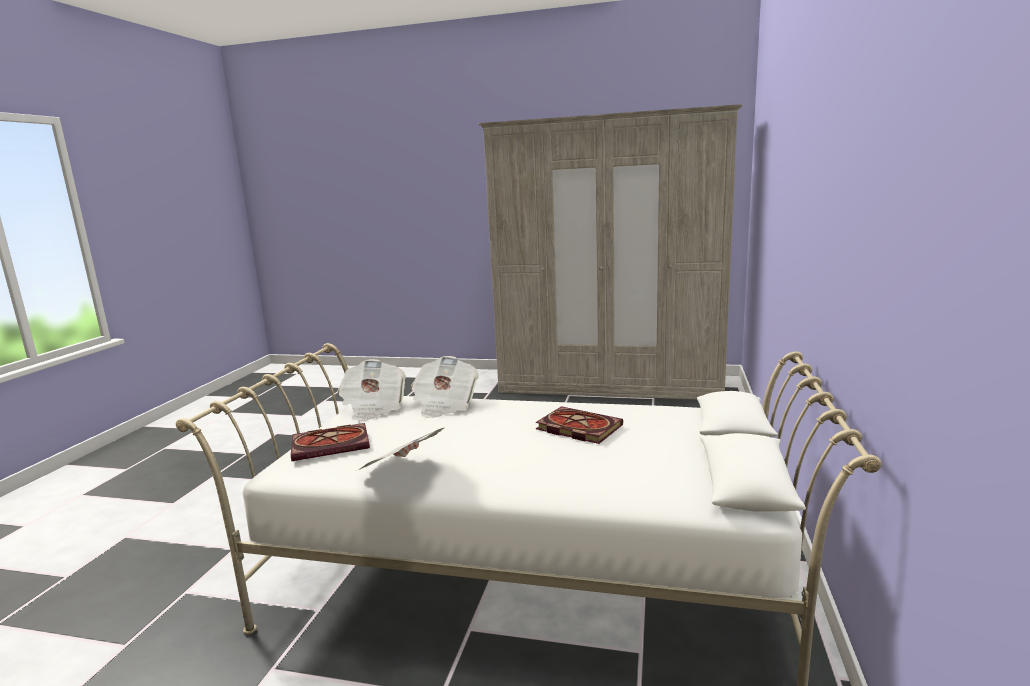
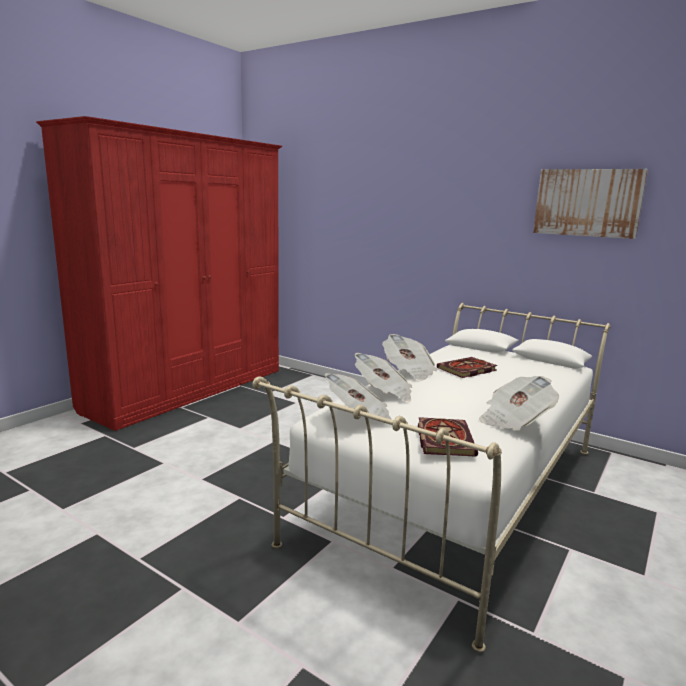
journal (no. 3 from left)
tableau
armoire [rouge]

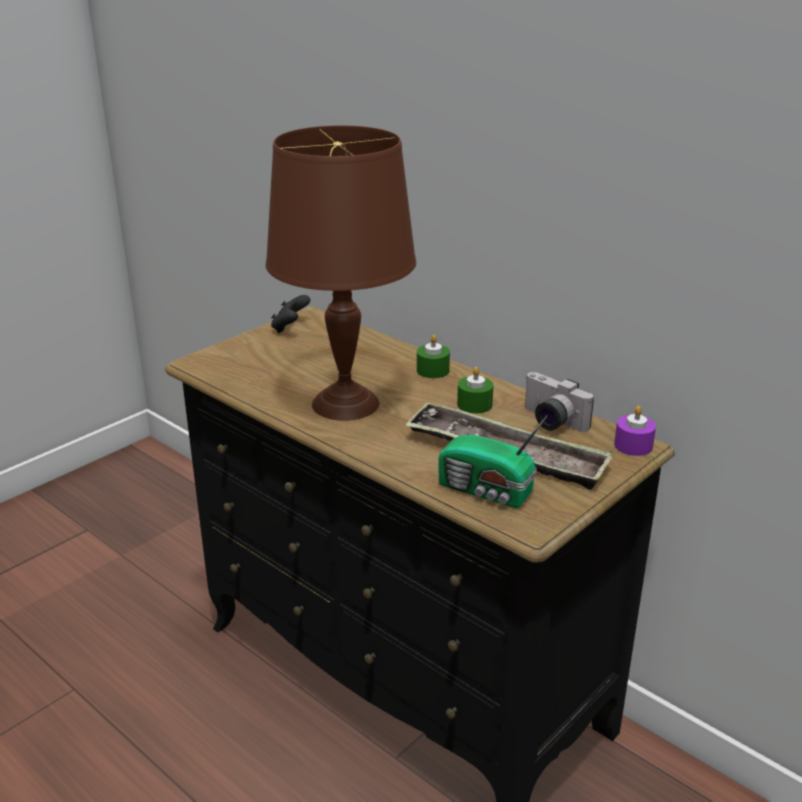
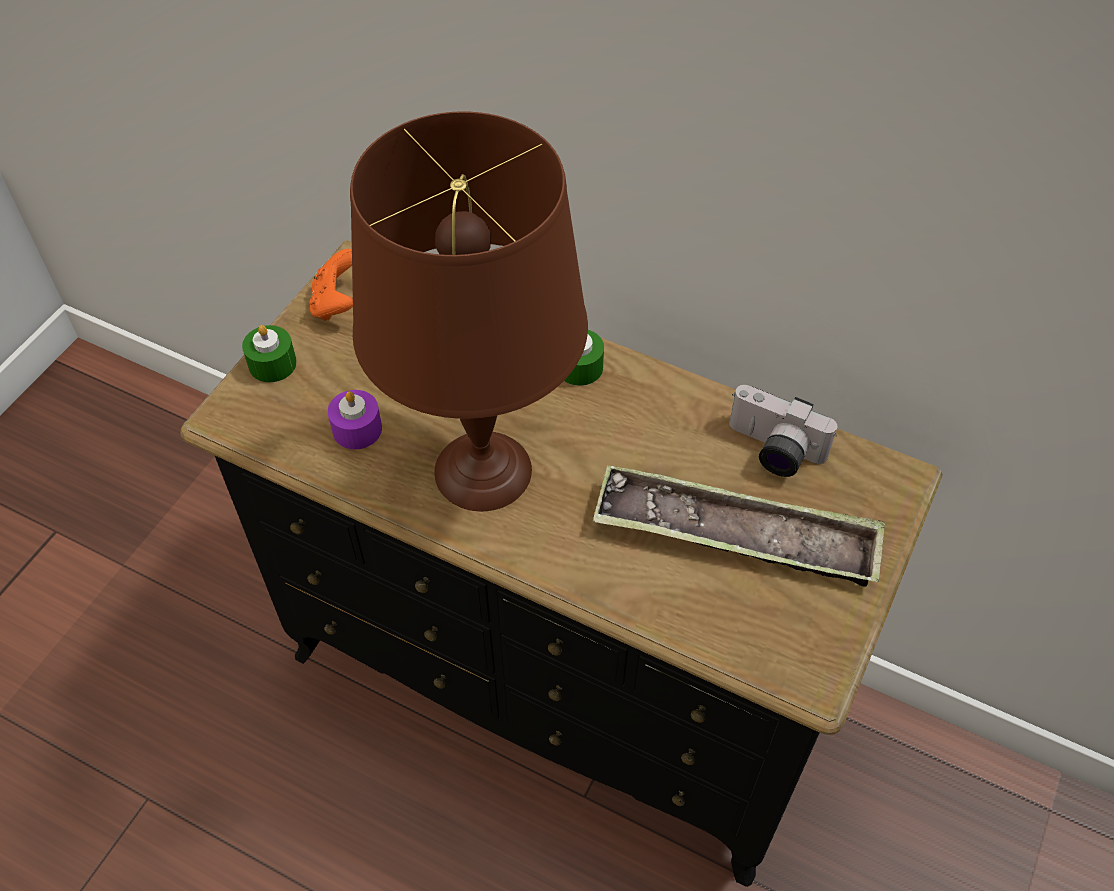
radio
bougie [vert] (no. 1 from left)
bougie [violet]
manette [orange]

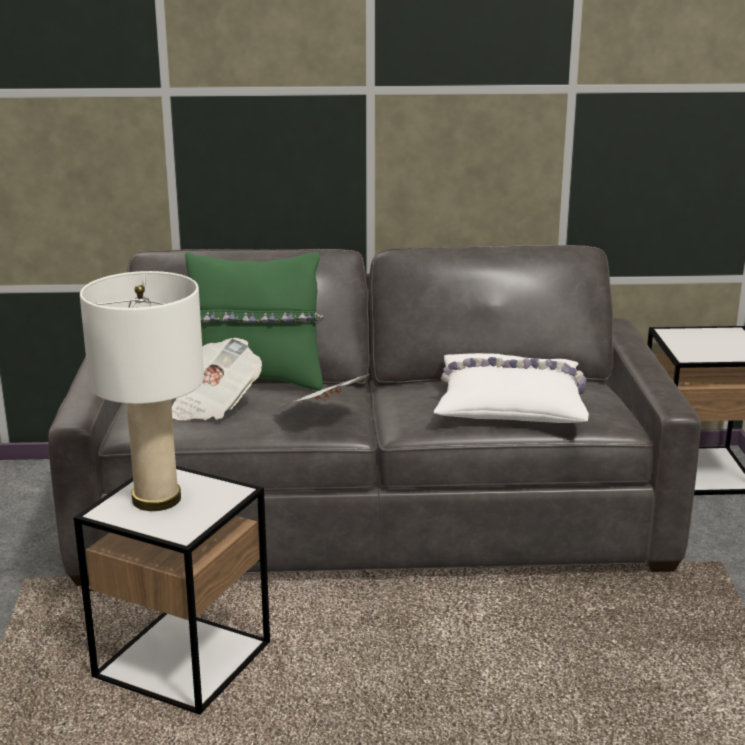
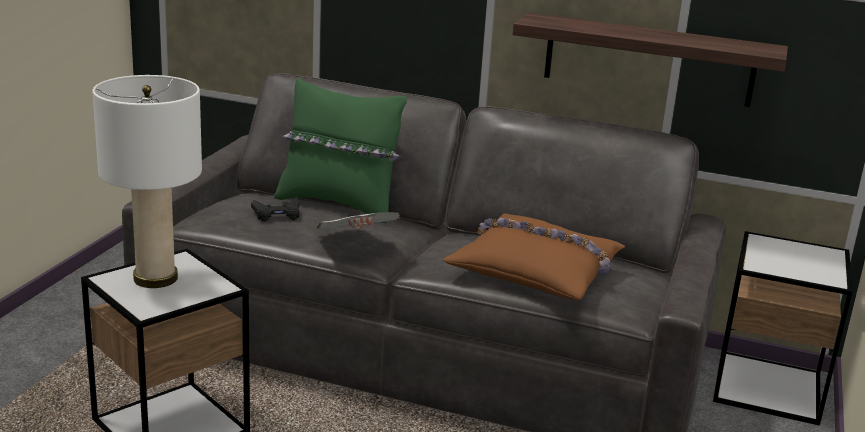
étagère
manette [noir]
coussin [marron]

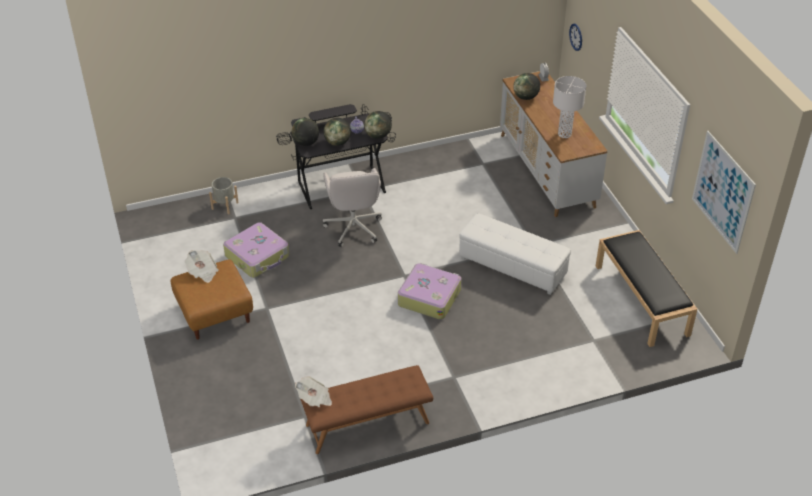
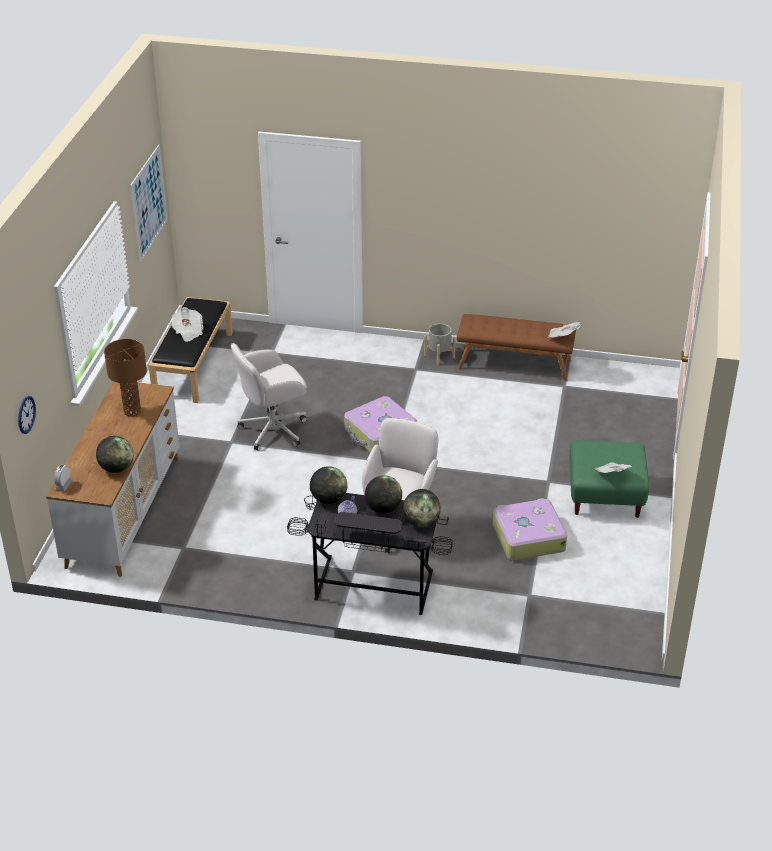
journal (no. 1 from left)
cache-pot [gris]
chaise de bureau [blanc] (no. 1 from left)
pouf [vert]
lampe de table [marron]

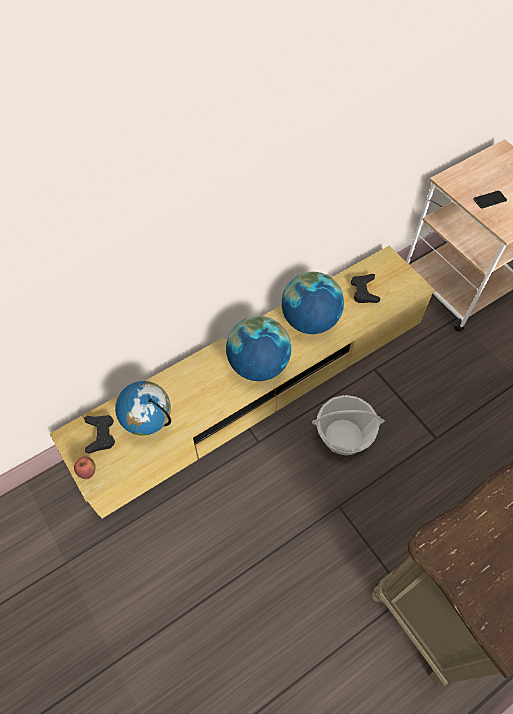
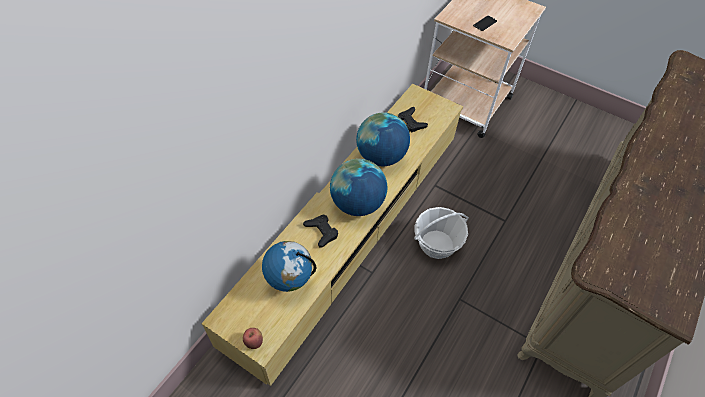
manette [noir] (no. 1 from left)

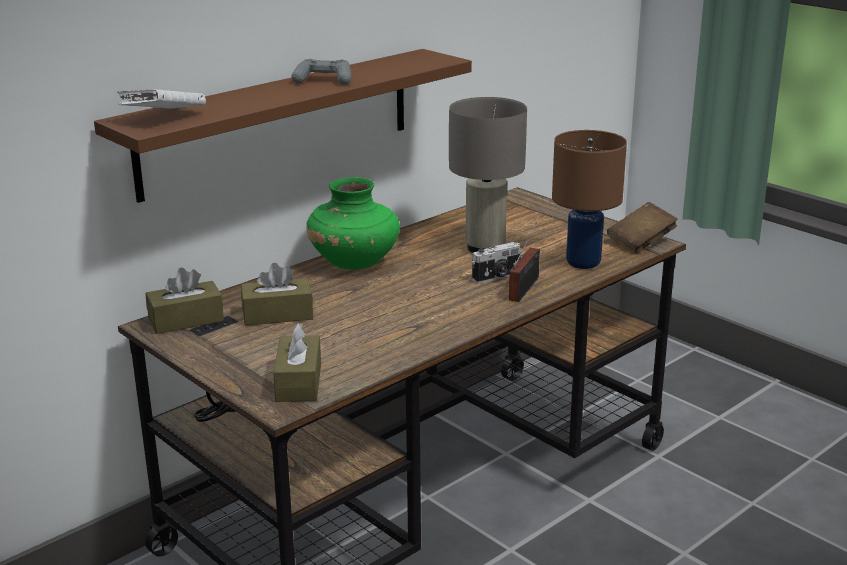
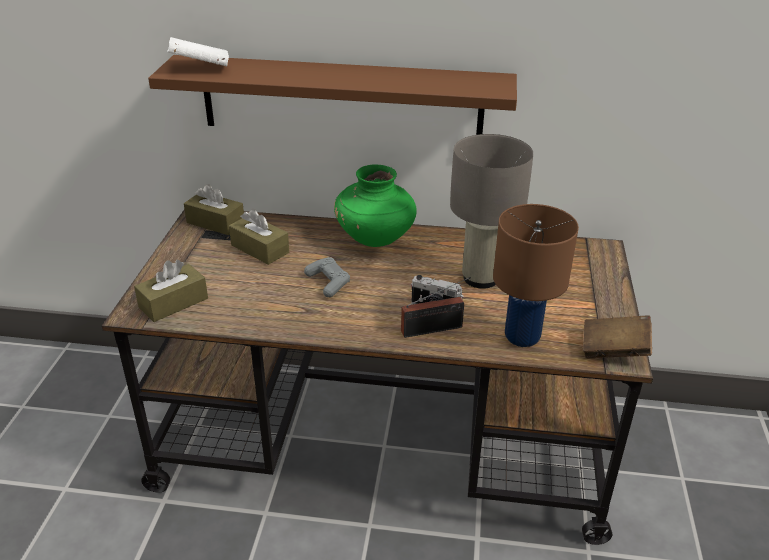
manette [gris]

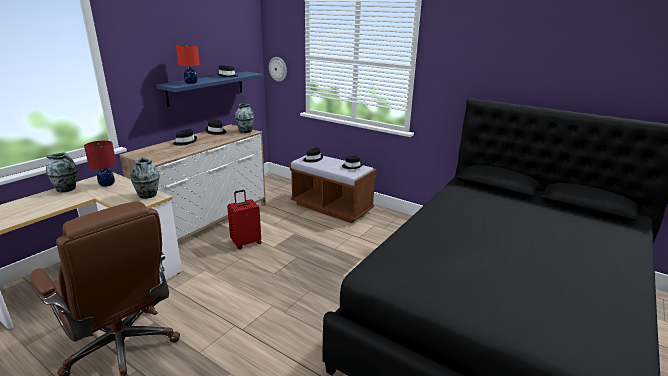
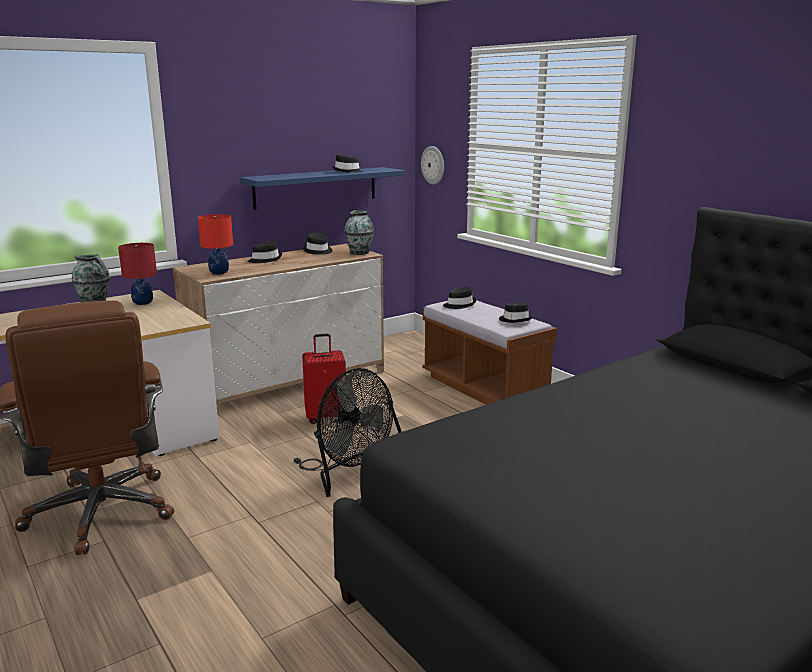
vase (no. 2 from left in the first image)
ventilateur [noir]
lampe de table [rouge] (no. 2 from left)

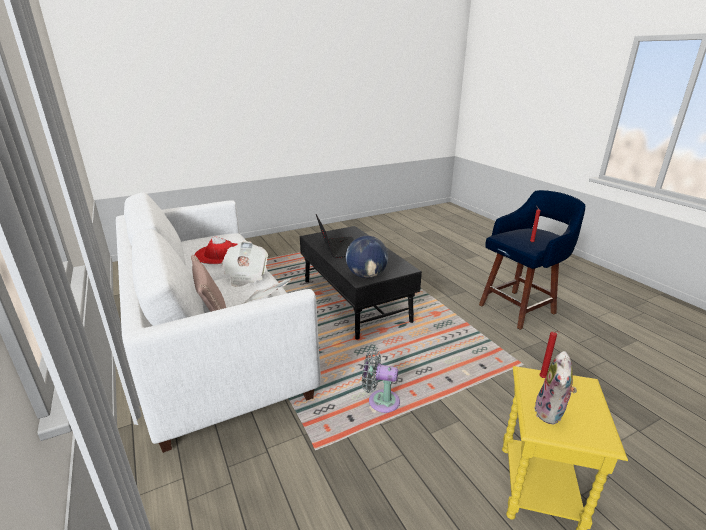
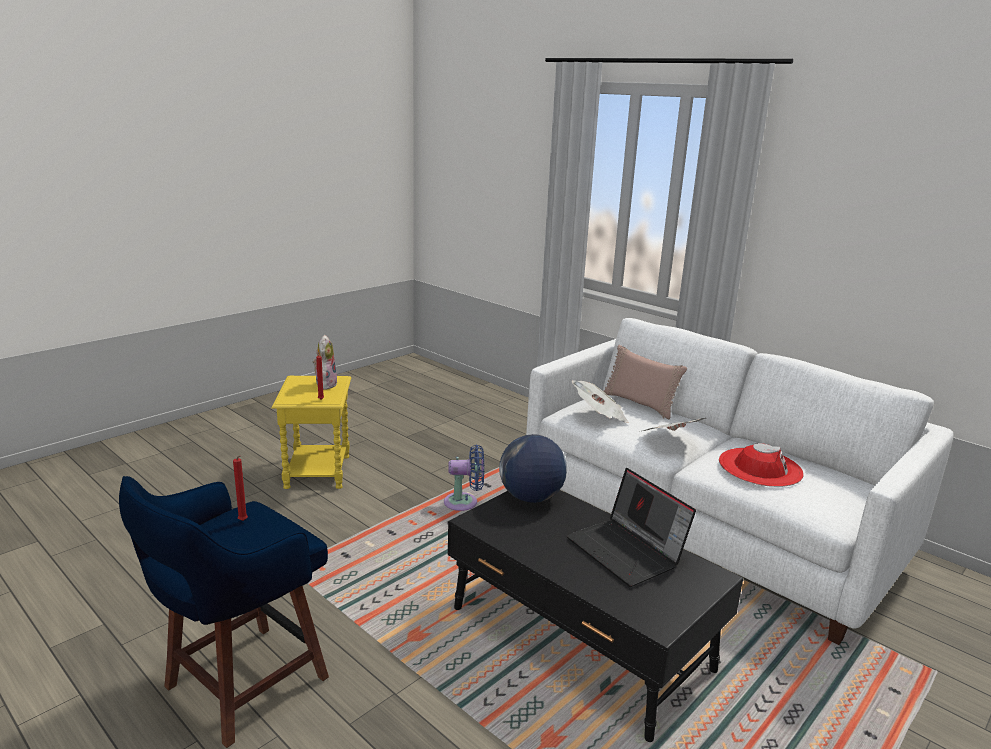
ventilateur [bleu]

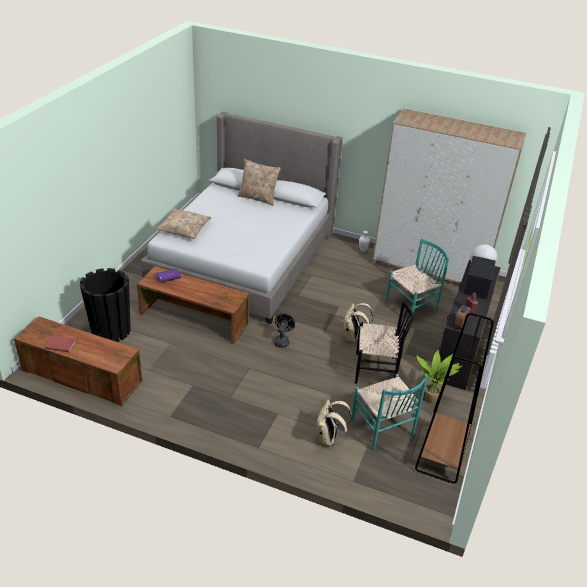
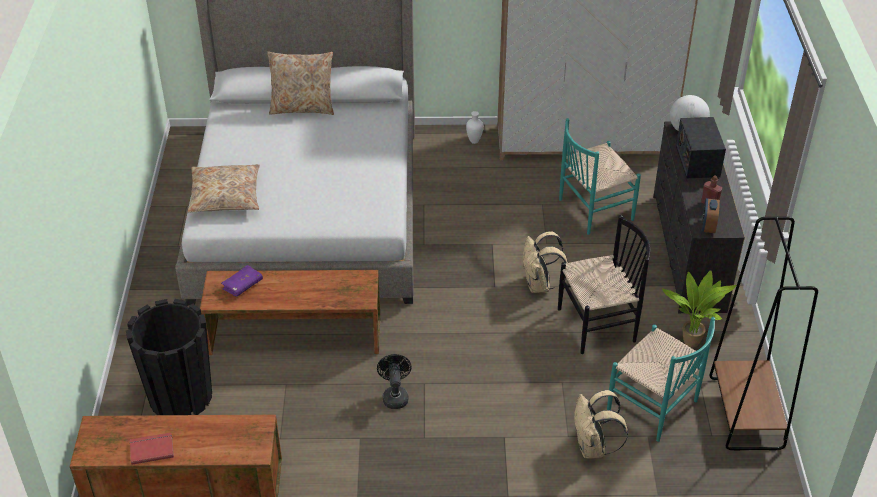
ventilateur [noir]
chaise [turquoise] (no. 1 from left)

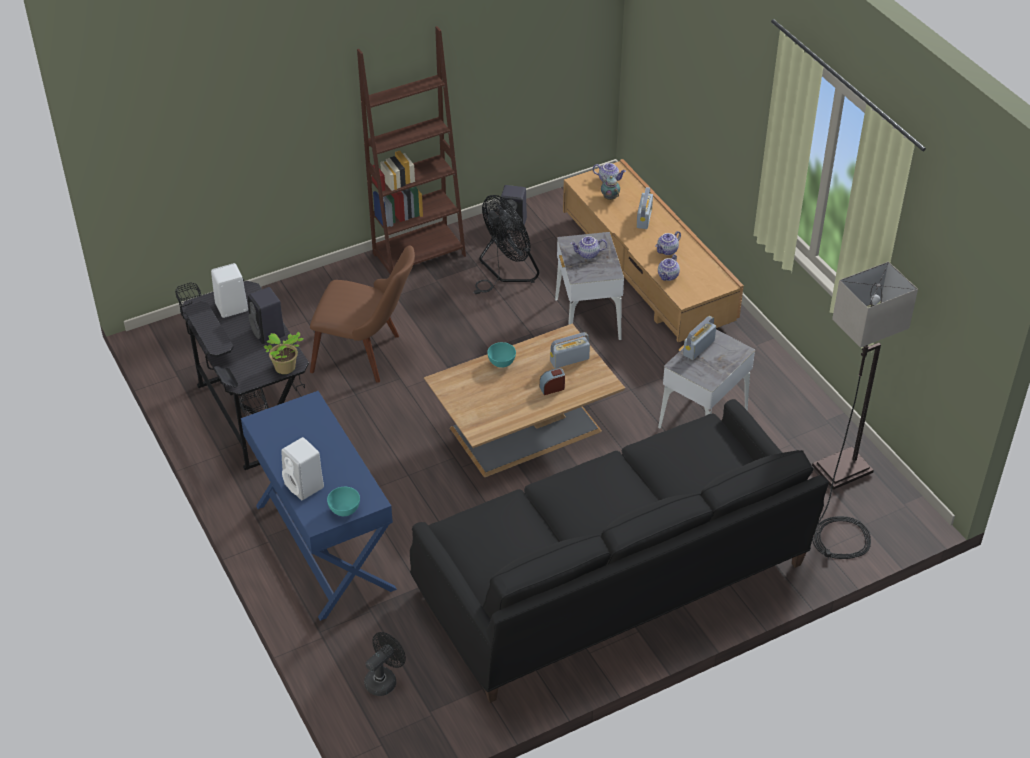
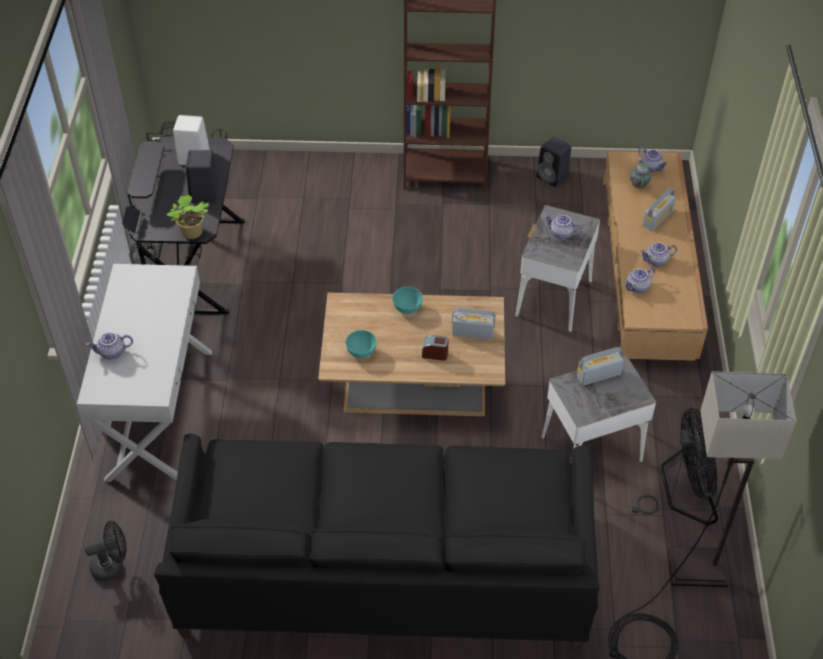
chaise [marron]
bol [turquoise] (no. 1 from left)
ventilateur [noir] (no. 2 from left)
théière (no. 1 from left)
table console [blanc]

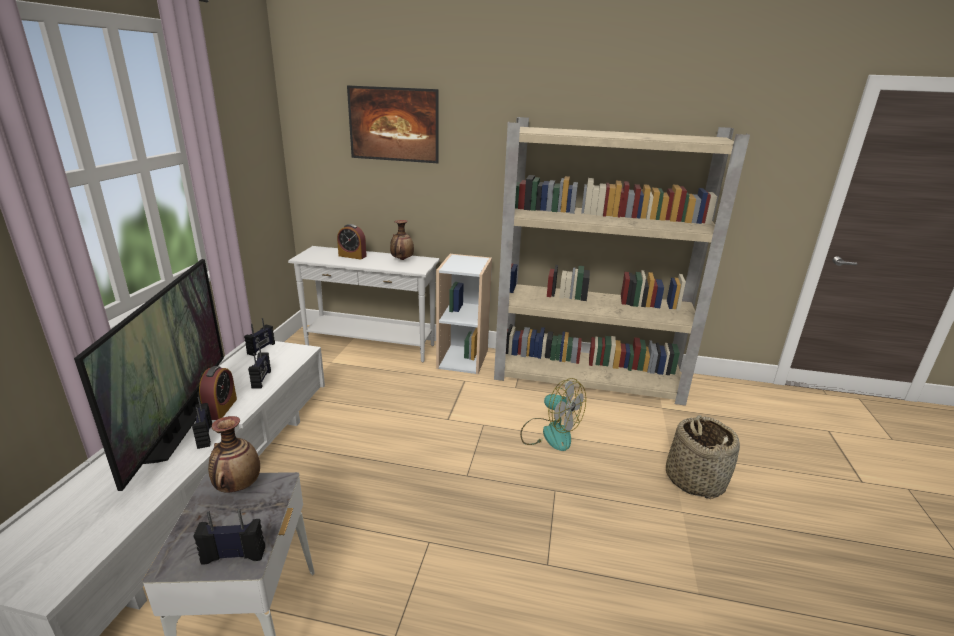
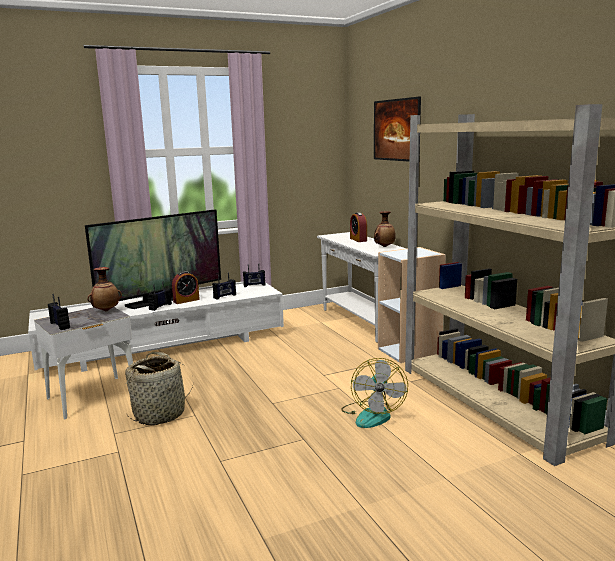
panier

